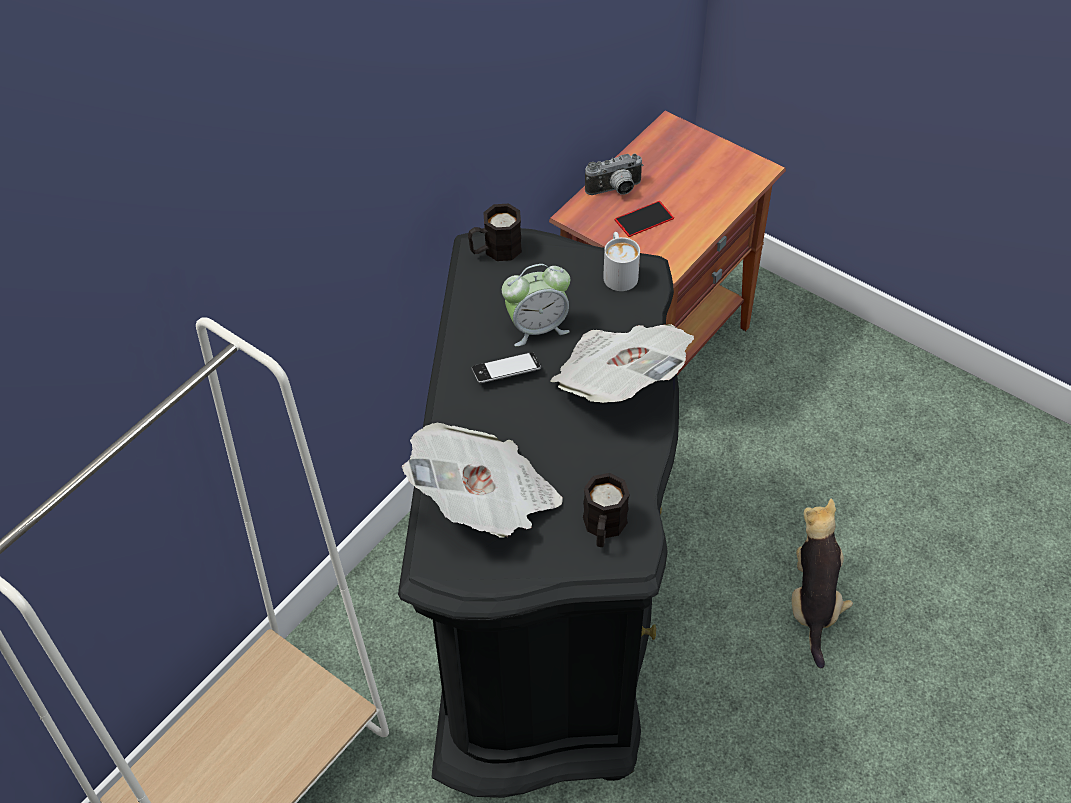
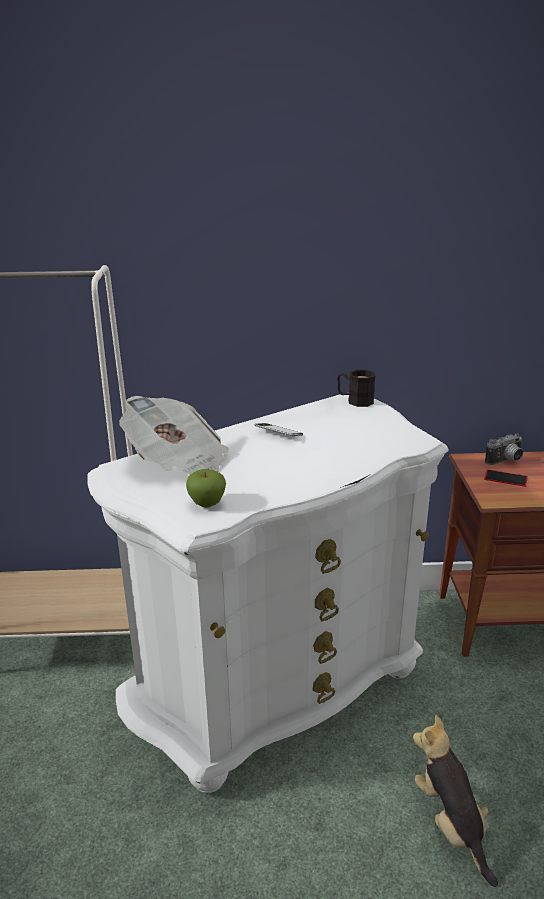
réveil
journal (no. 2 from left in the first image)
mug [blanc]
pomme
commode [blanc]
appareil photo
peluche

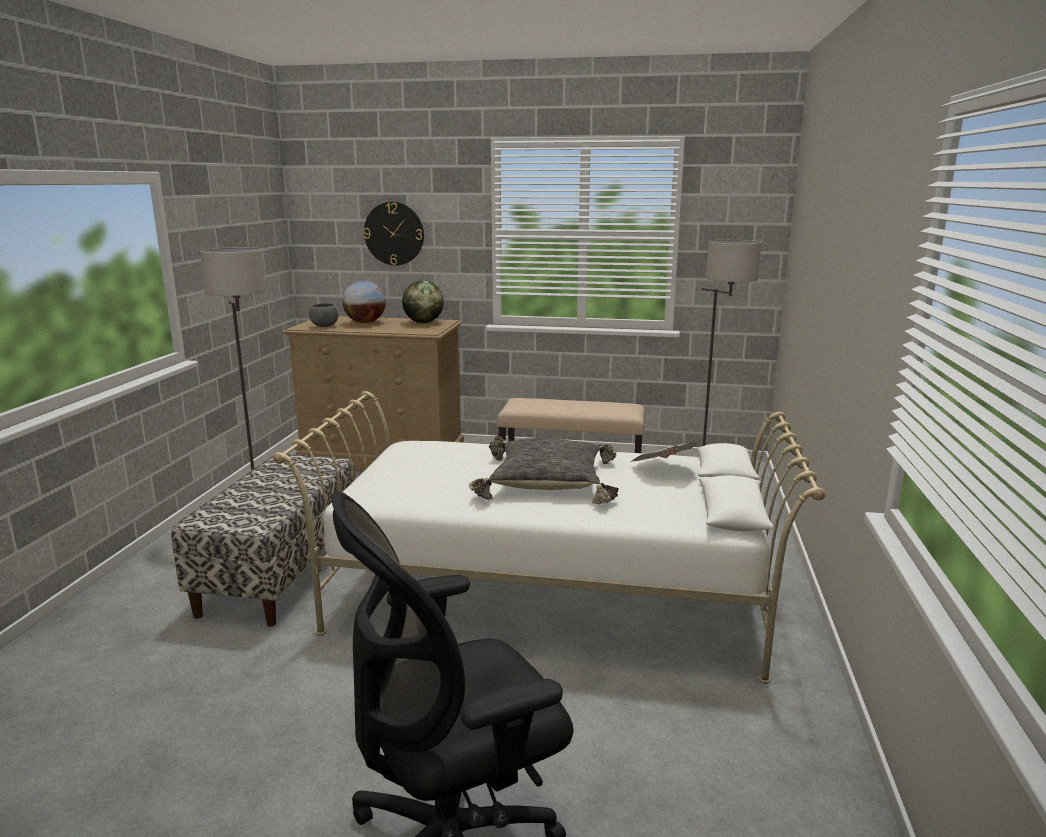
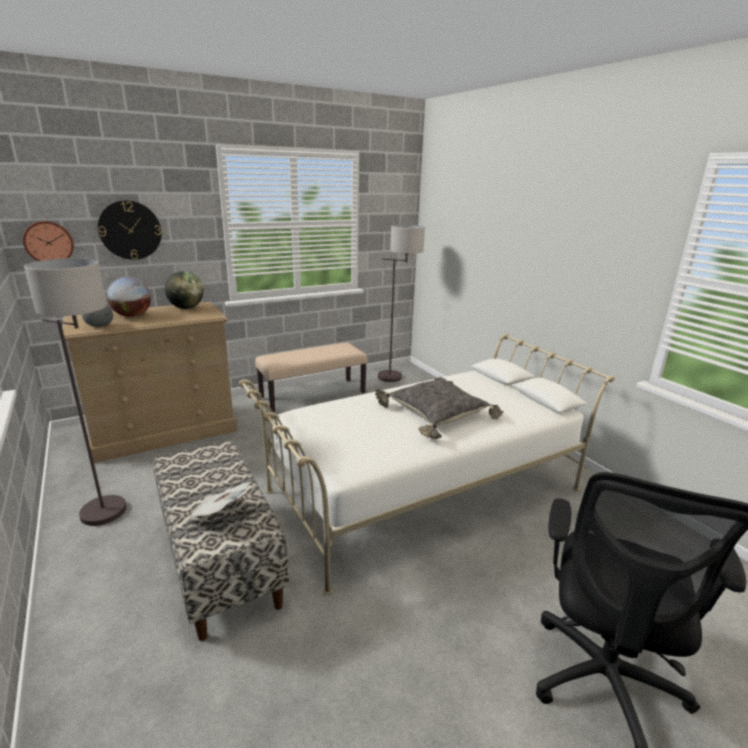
horloge murale (no. 1 from left)
journal

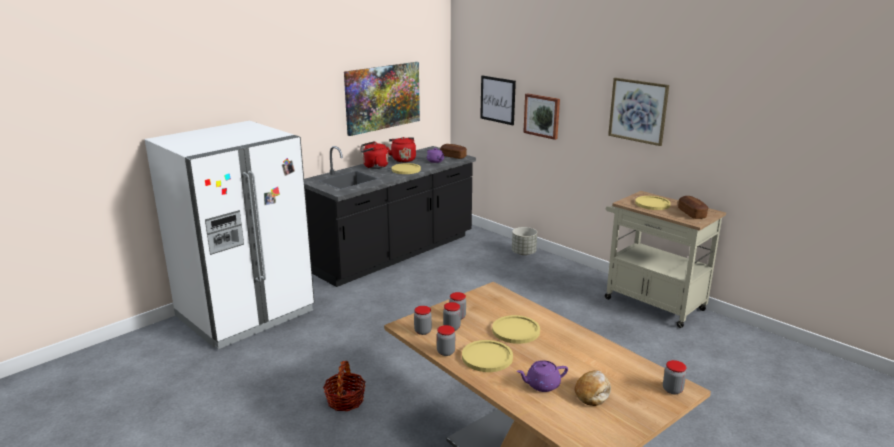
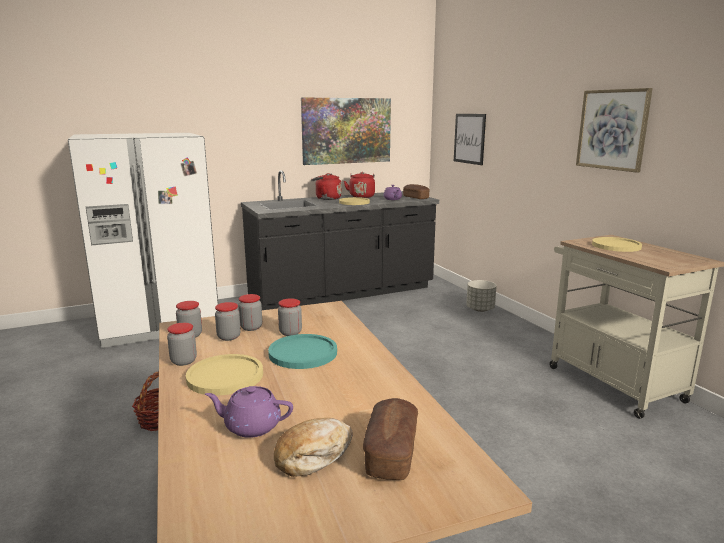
tableau (no. 3 from left in the first image)
bocal (no. 5 from left)
pain (no. 2 from left)
assiette [turquoise]

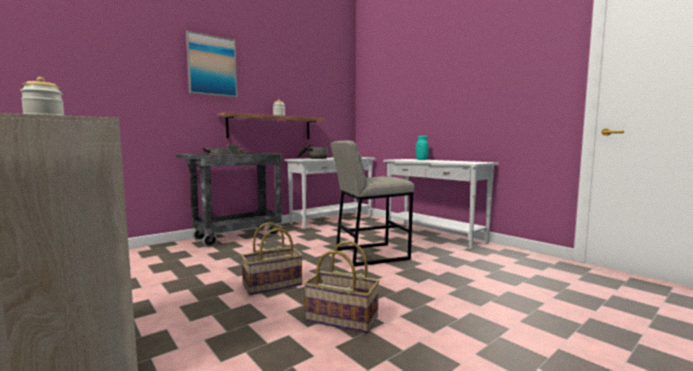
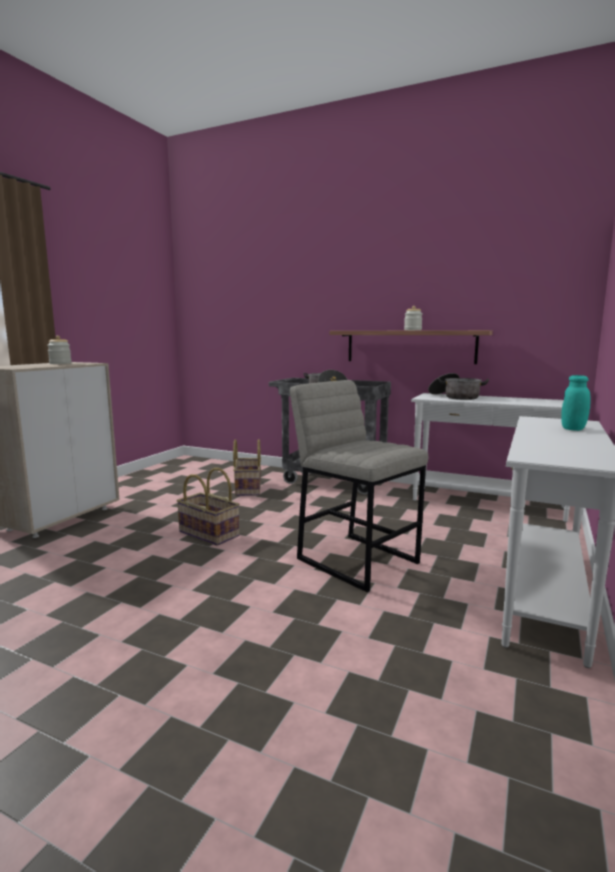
tableau
panier (no. 2 from left)

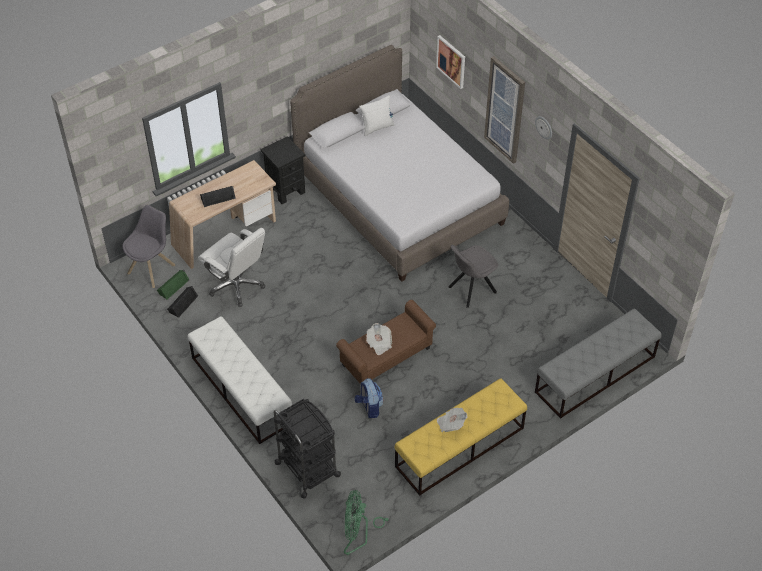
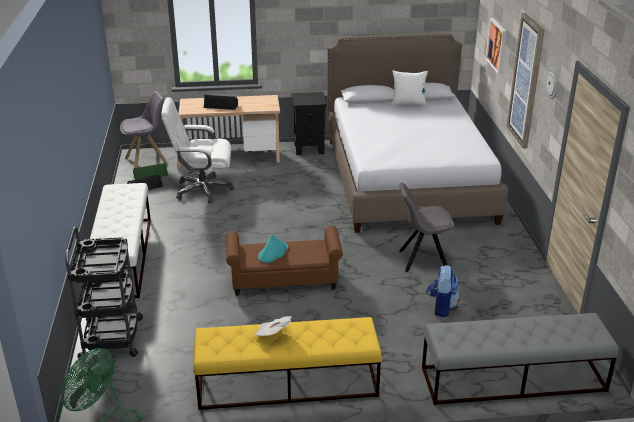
sac à dos
chapeau [turquoise]
chaise de bureau [blanc]

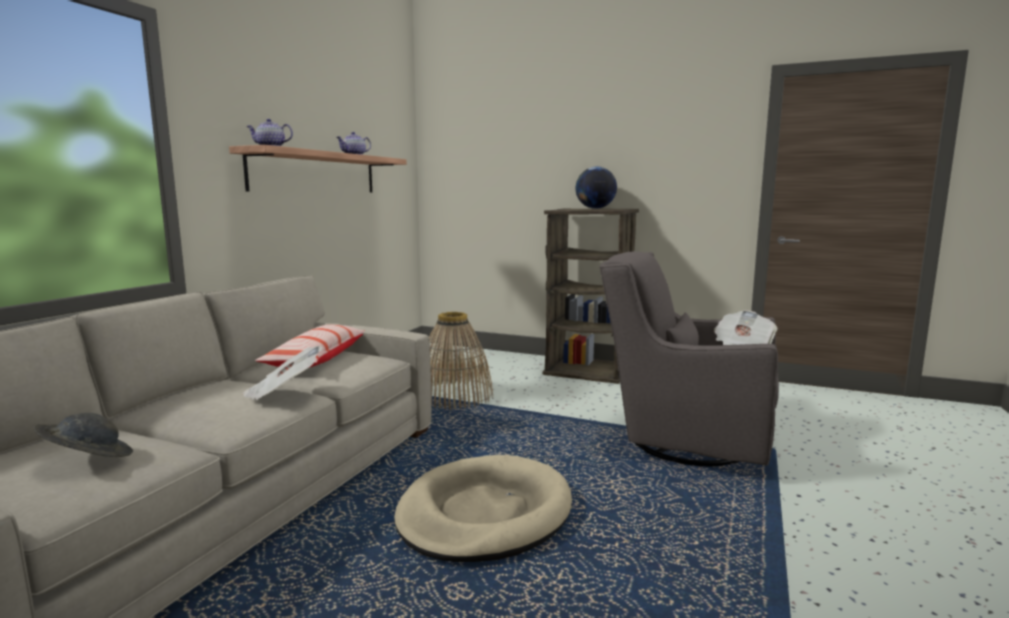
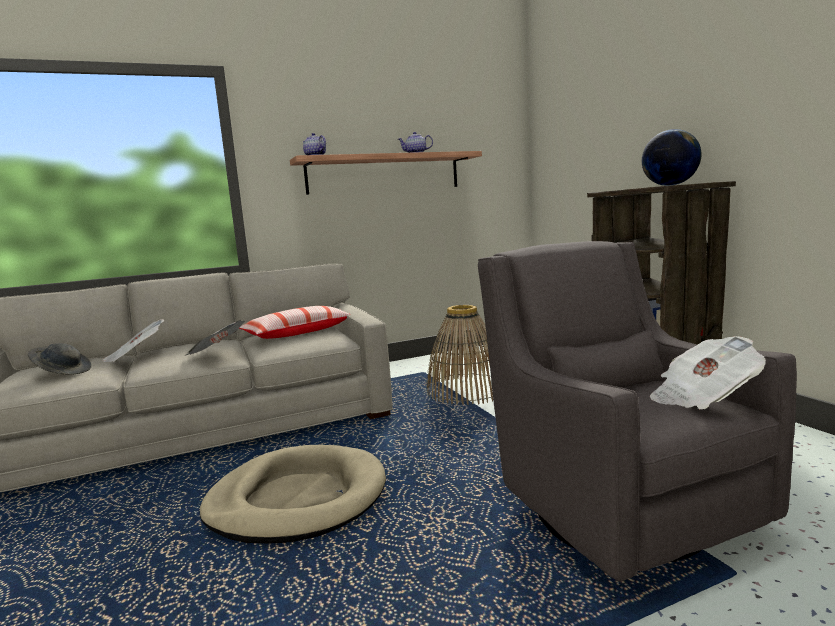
journal (no. 1 from left)

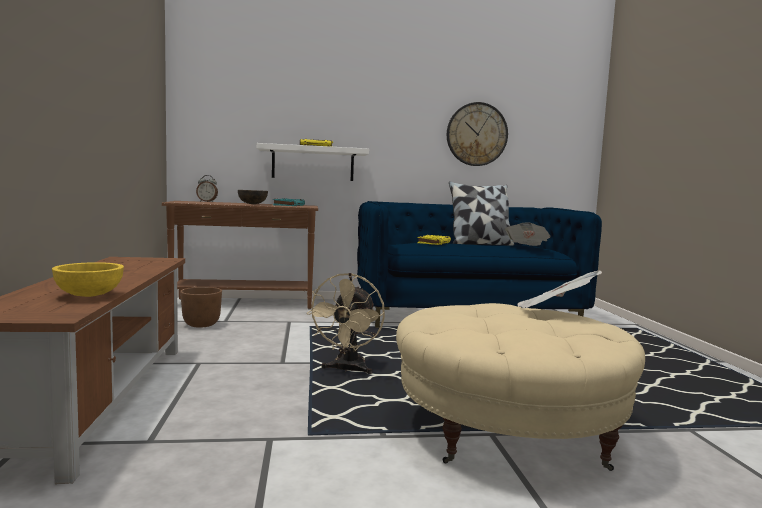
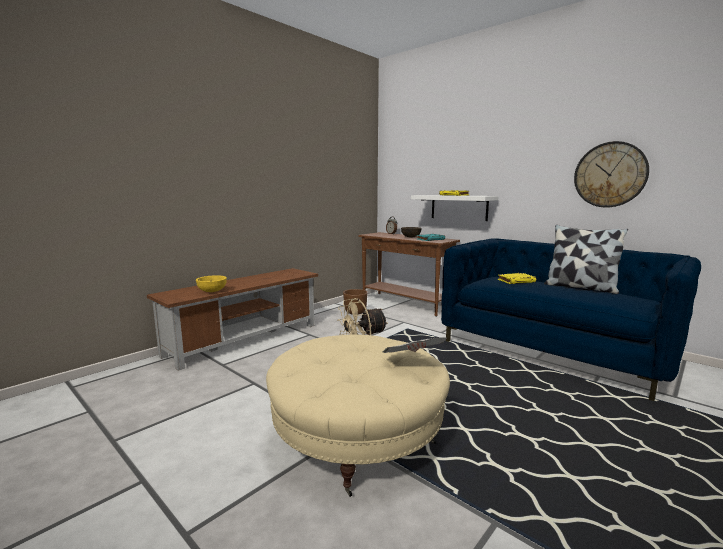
journal (no. 1 from left in the first image)

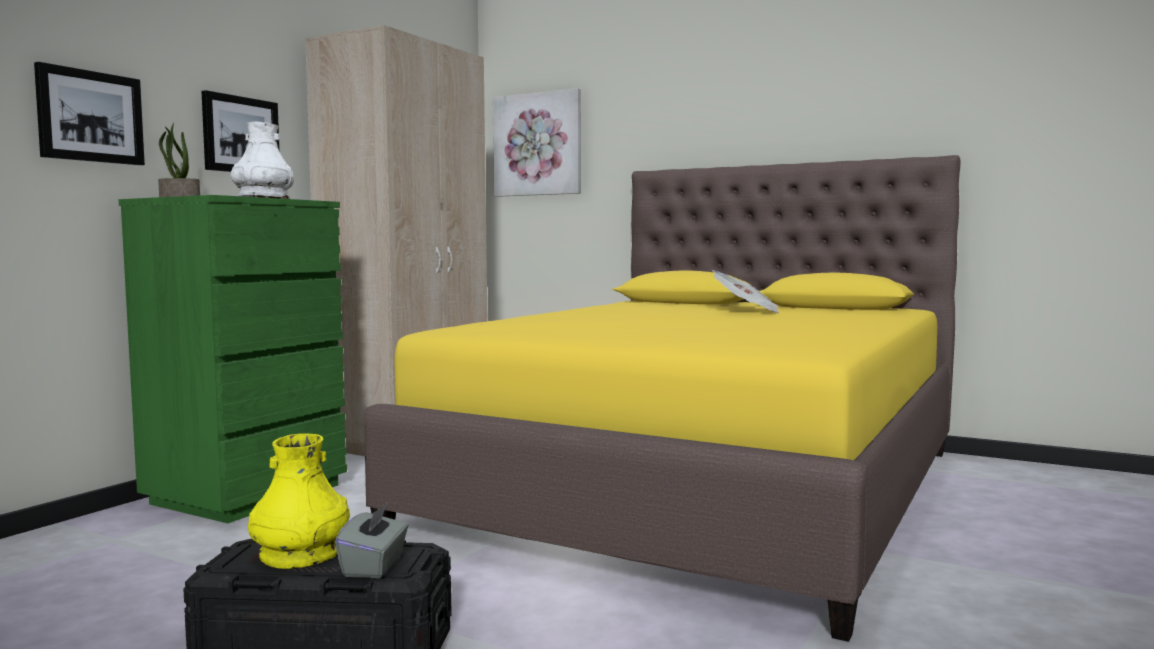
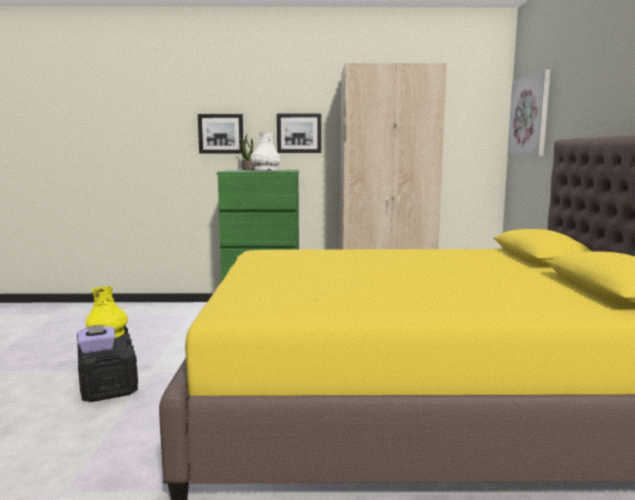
journal
boîte à mouchoirs [violet]

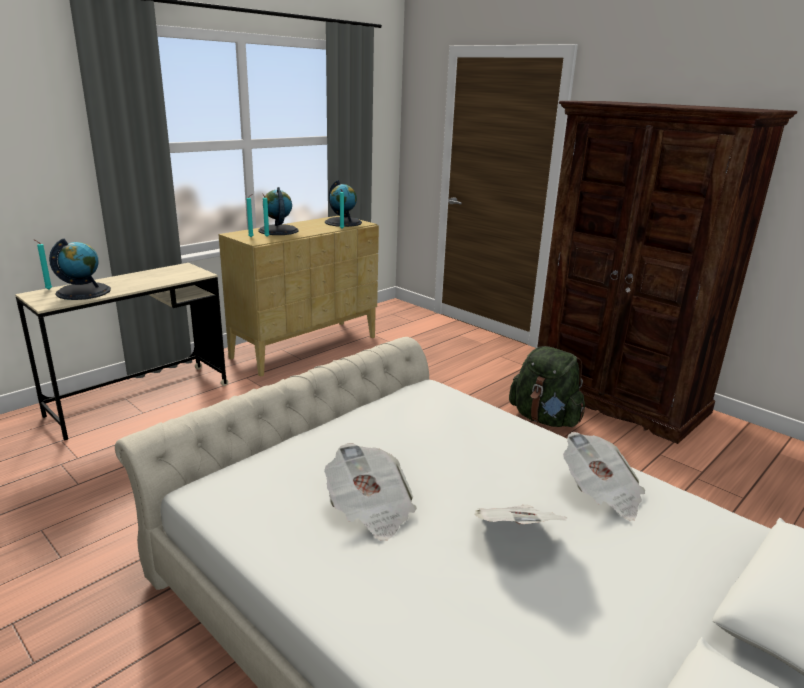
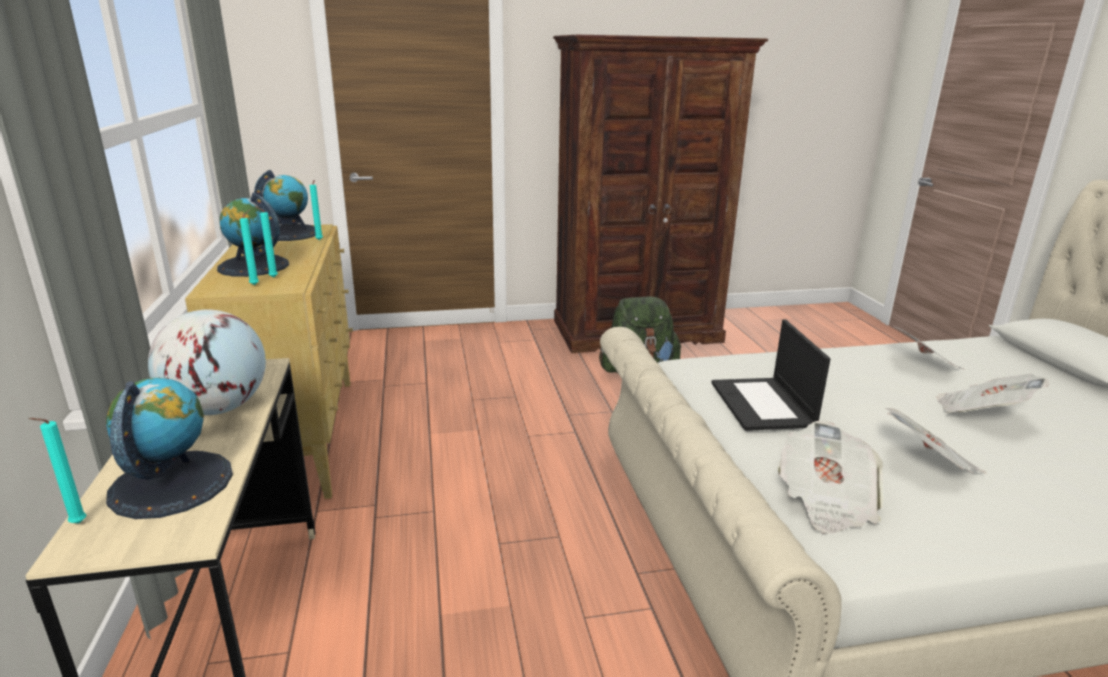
globe (no. 2 from left)
ordinateur portable
journal (no. 1 from left)

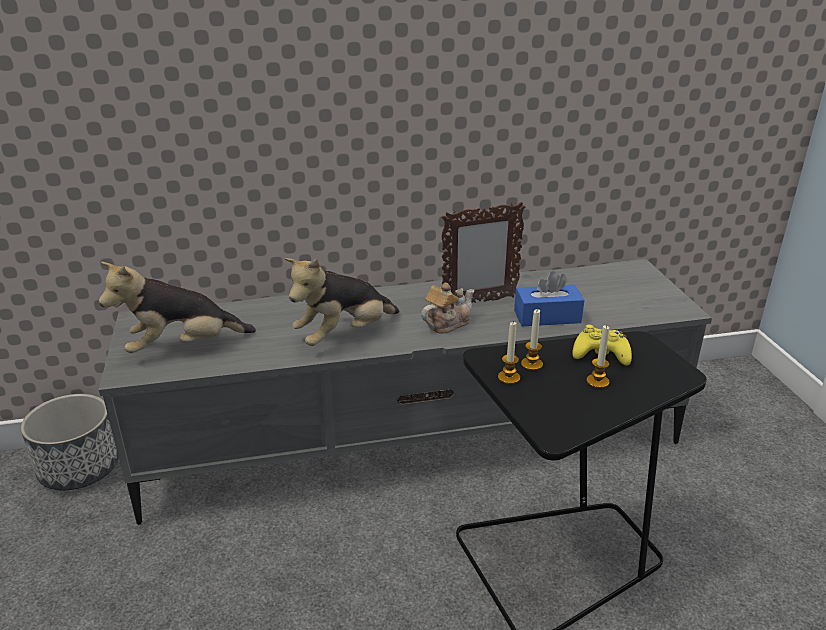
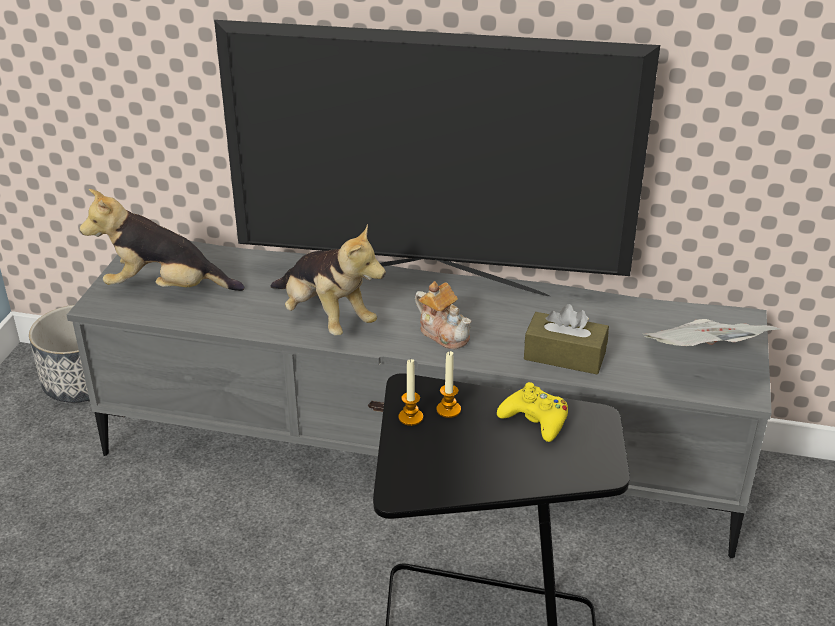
cadre photo
bougie (no. 3 from left in the first image)
téléviseur
journal
boîte à mouchoirs [marron]
peluche (no. 2 from left)
théière

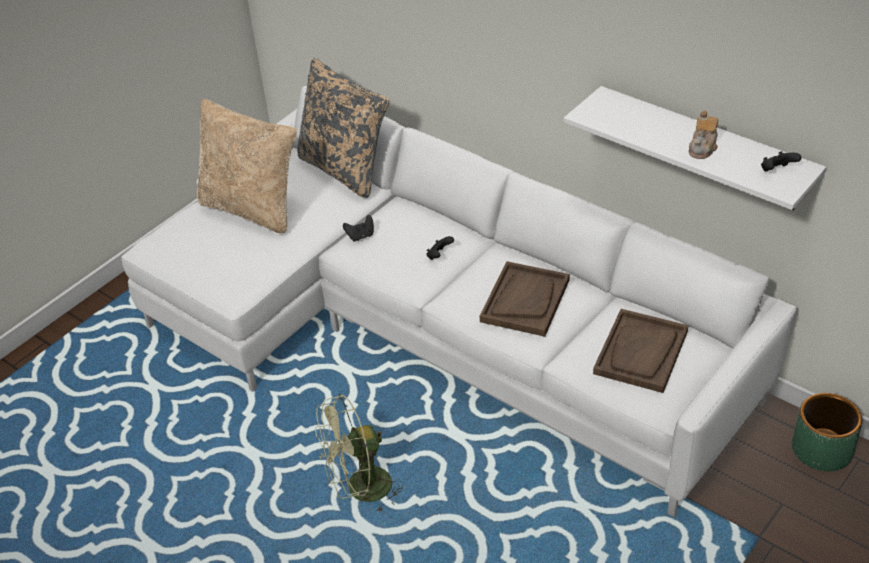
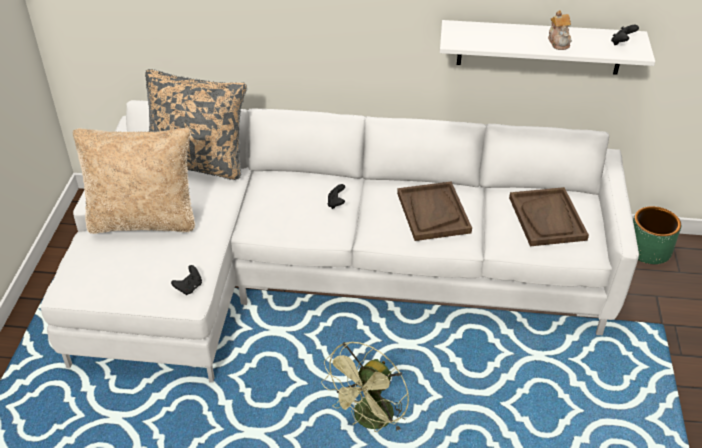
manette [noir] (no. 1 from left)

